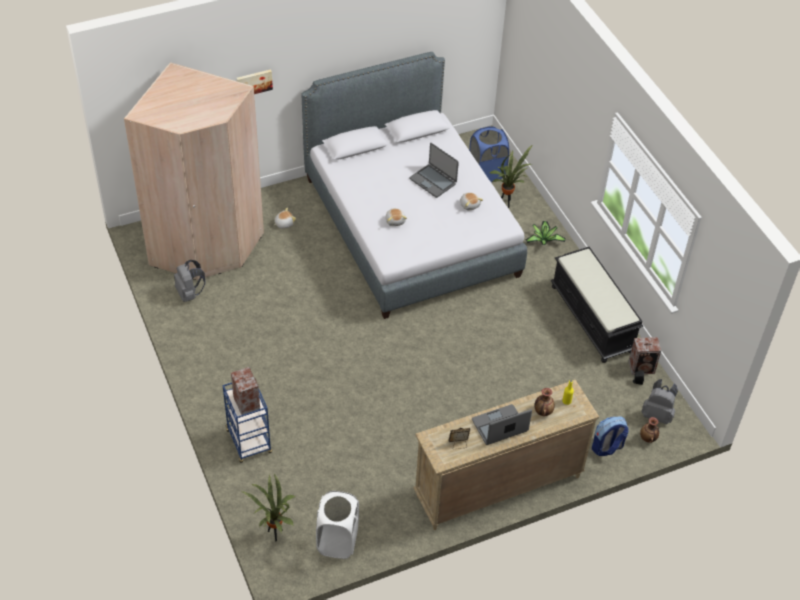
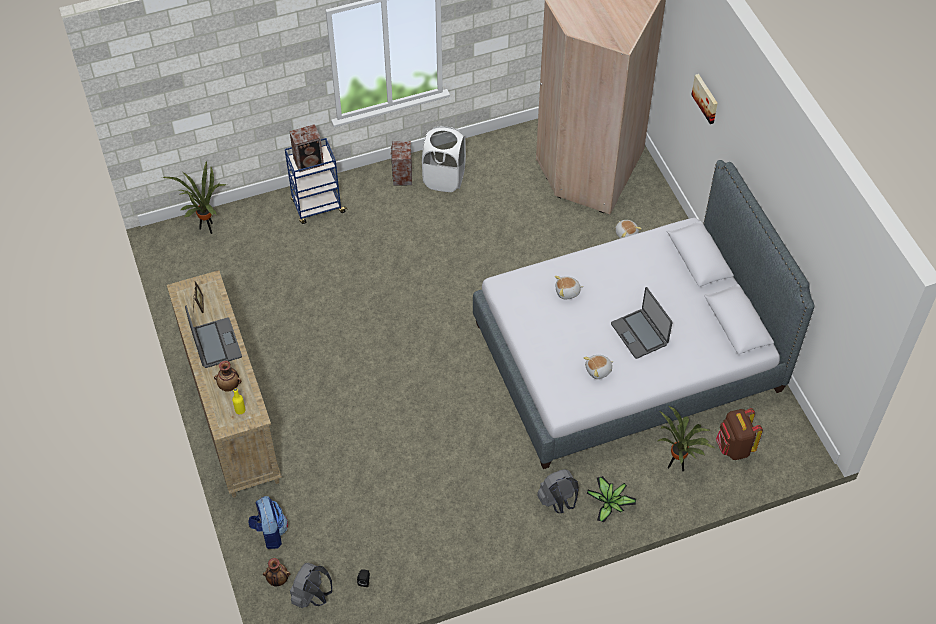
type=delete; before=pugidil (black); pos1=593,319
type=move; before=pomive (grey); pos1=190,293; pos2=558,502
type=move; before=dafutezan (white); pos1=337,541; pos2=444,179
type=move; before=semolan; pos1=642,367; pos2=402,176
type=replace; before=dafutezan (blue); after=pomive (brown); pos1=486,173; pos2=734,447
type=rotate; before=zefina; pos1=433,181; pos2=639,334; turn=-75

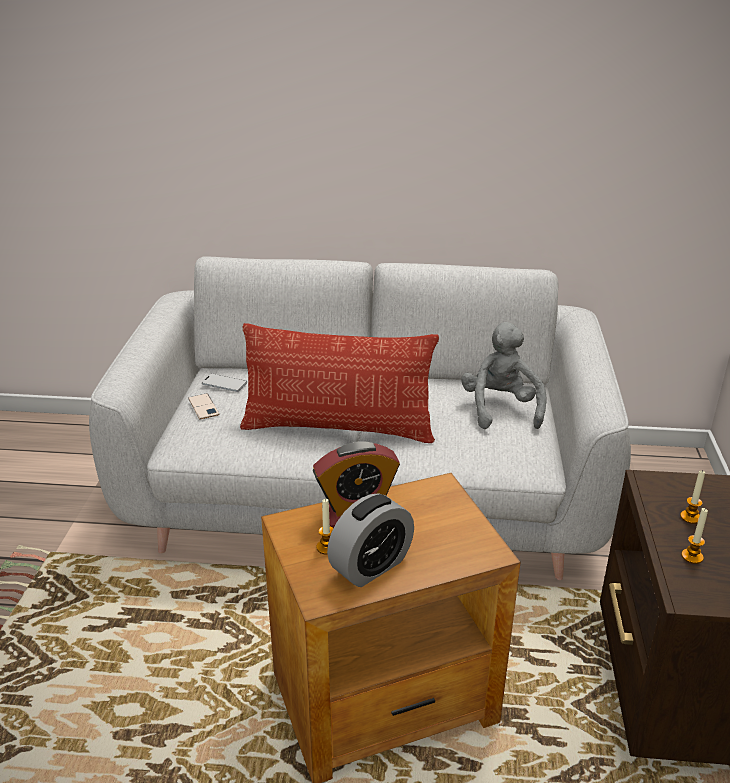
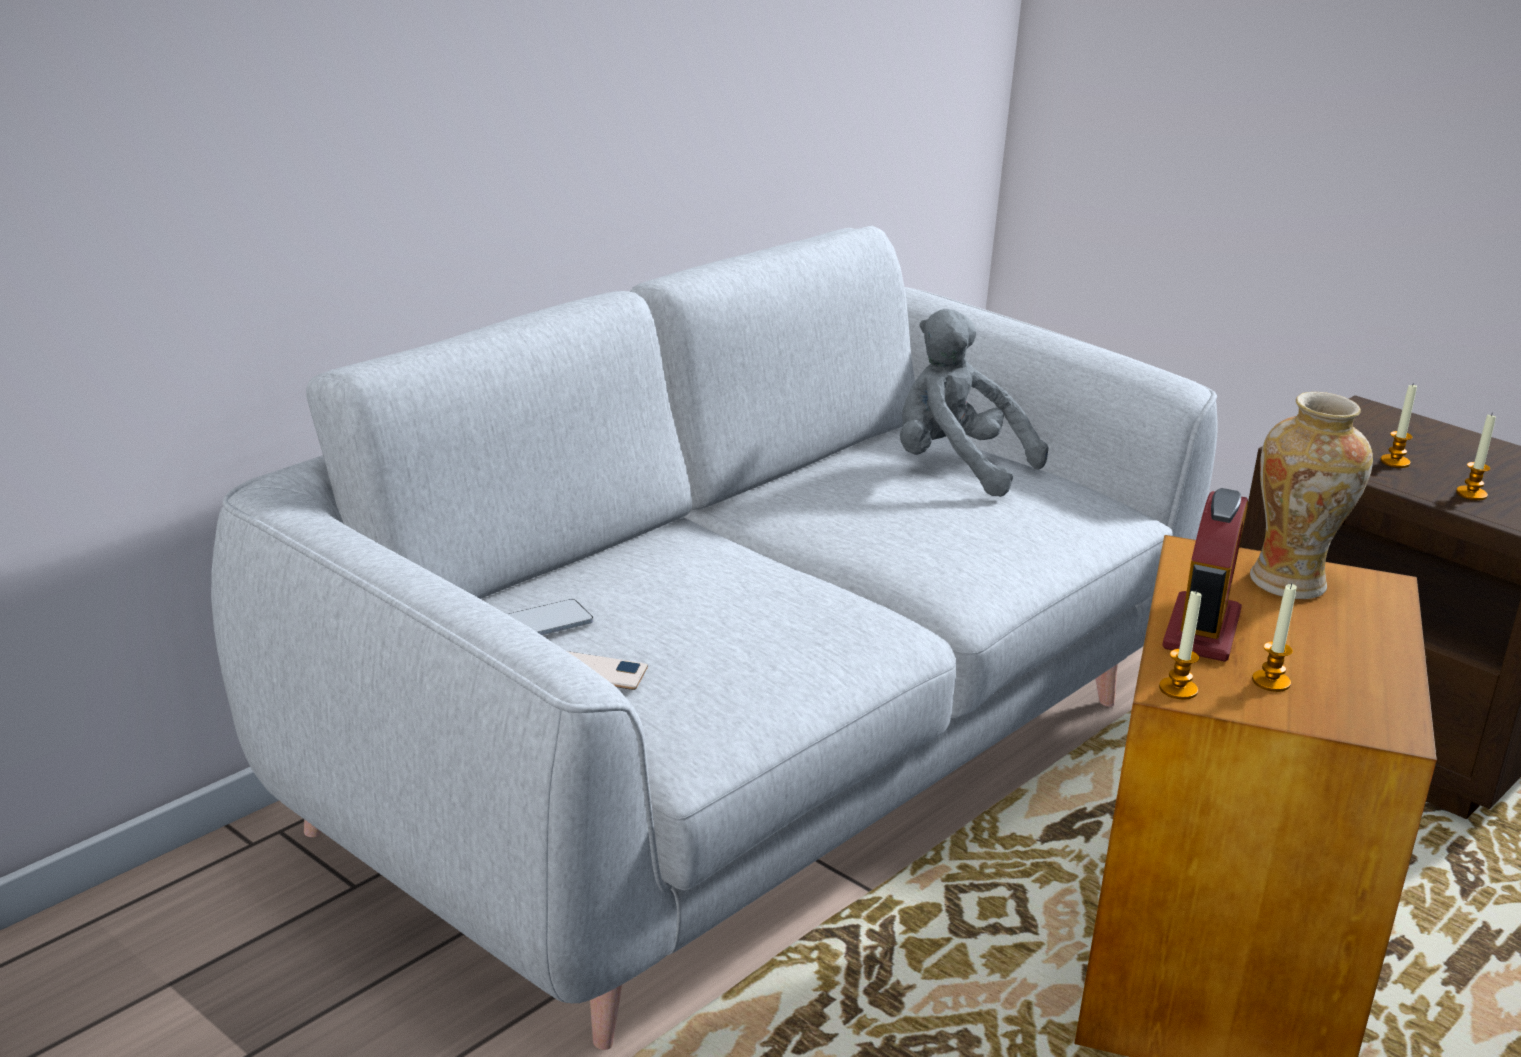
type=delete; before=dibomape; pos1=338,428
type=delete; before=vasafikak; pos1=371,566
type=insert; after=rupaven; pos2=1178,689
type=insert; after=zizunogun; pos2=1290,583

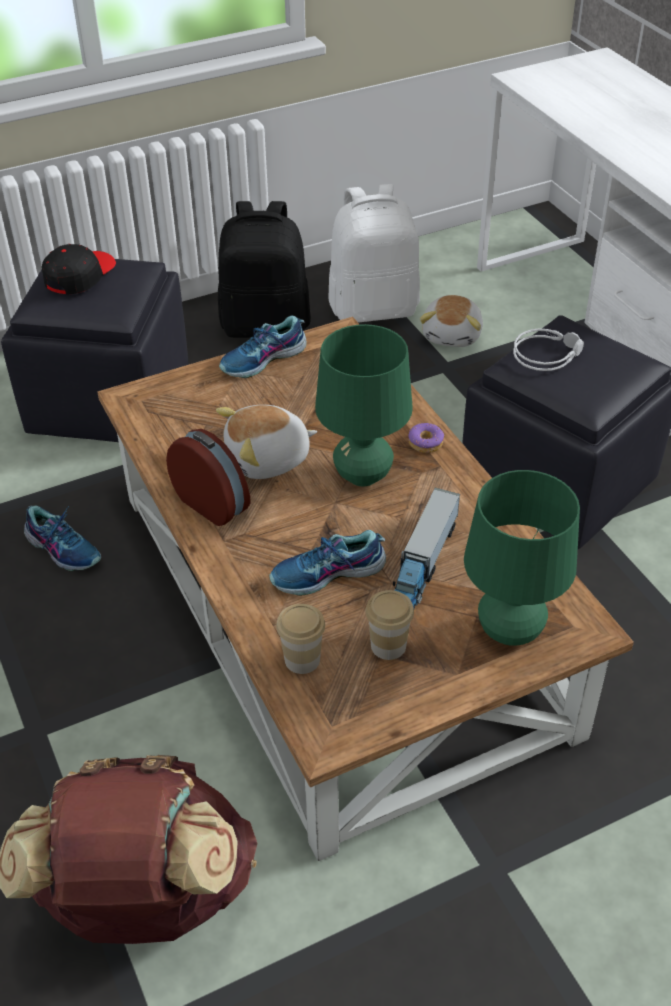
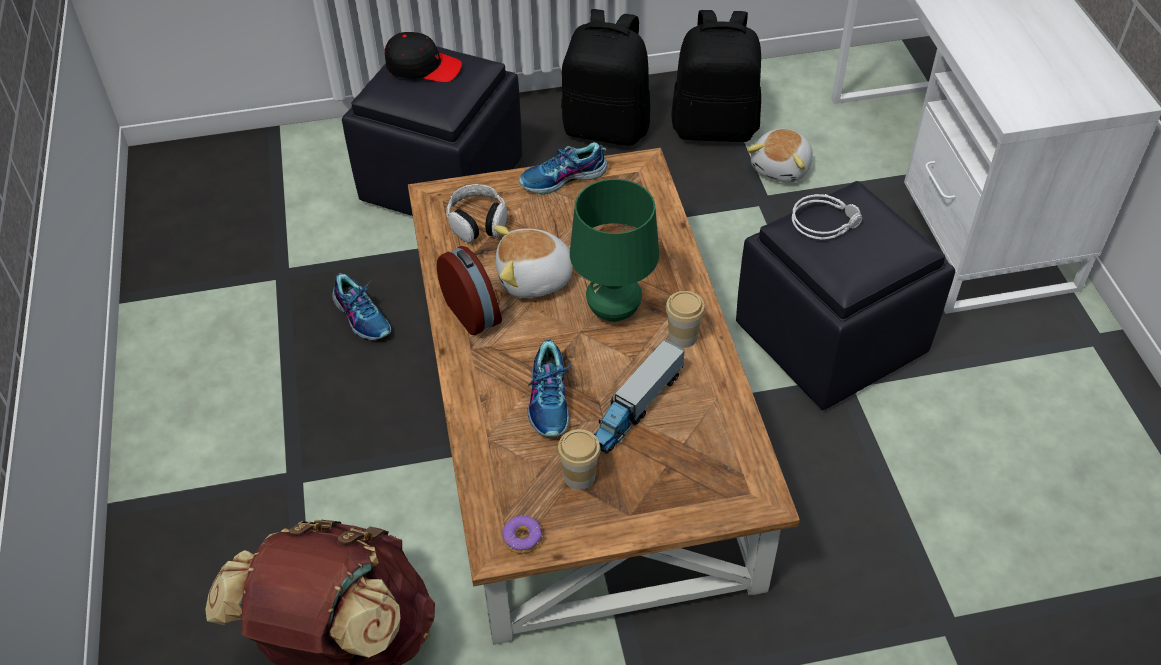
type=delete; before=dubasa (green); pos1=509,631
type=insert; after=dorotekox; pos2=478,222
type=move; before=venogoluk; pos1=302,659; pos2=683,336
type=move; before=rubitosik; pos1=426,443; pos2=523,539
type=recolor; before=pomive (white); after=pomive (black); pos1=374,308; pos2=715,127
type=rotate; before=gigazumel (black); pos1=79,276; pos2=423,67; turn=60
type=rotate; before=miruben; pos1=328,574; pos2=550,399; turn=-90

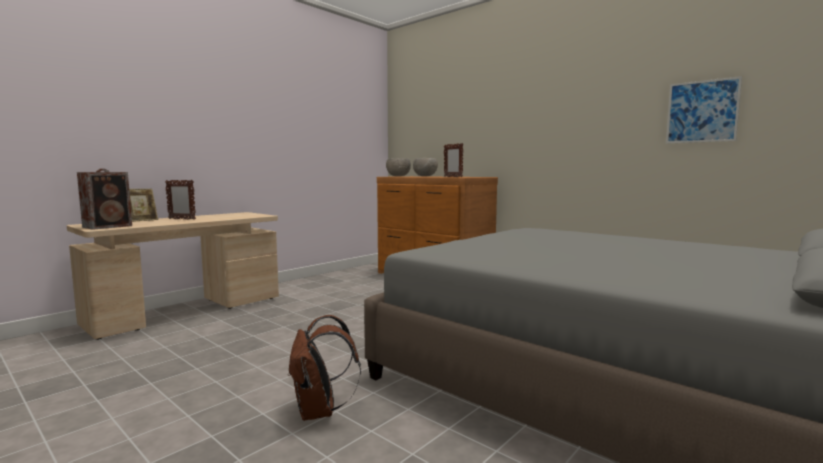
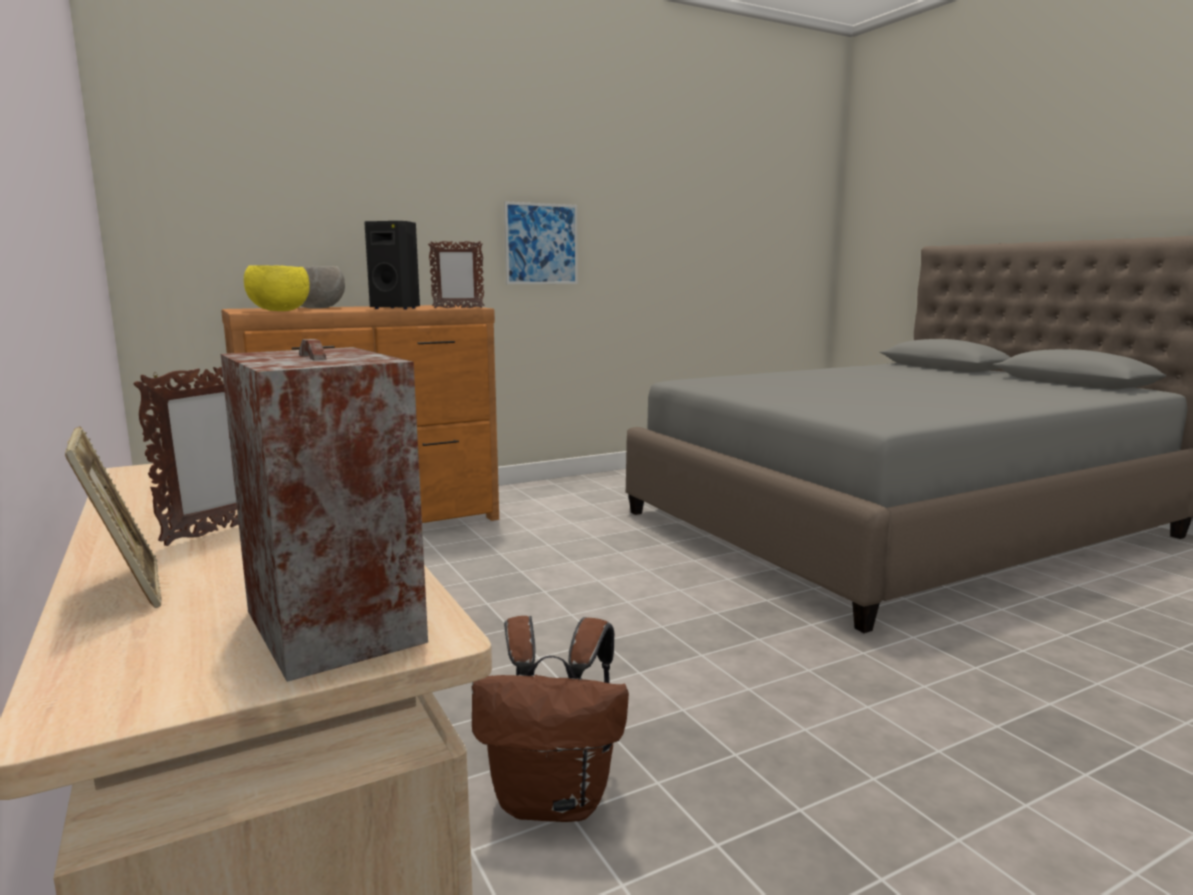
type=insert; after=semolan (black); pos2=397,308
type=move; before=pomive (brown); pos1=319,411; pos2=554,799
type=move; before=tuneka; pos1=702,111; pos2=541,244
type=recolor; before=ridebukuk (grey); after=ridebukuk (yellow); pos1=398,176; pos2=279,311

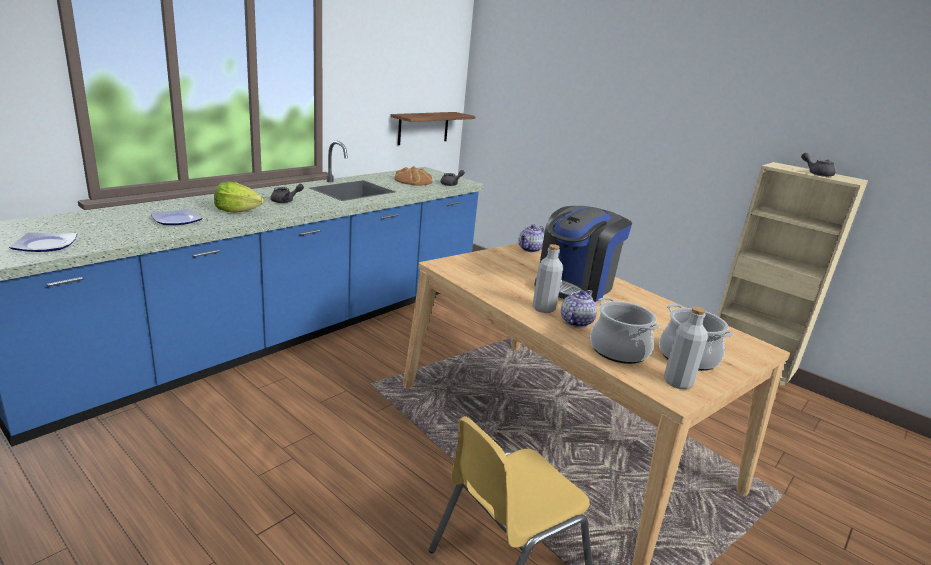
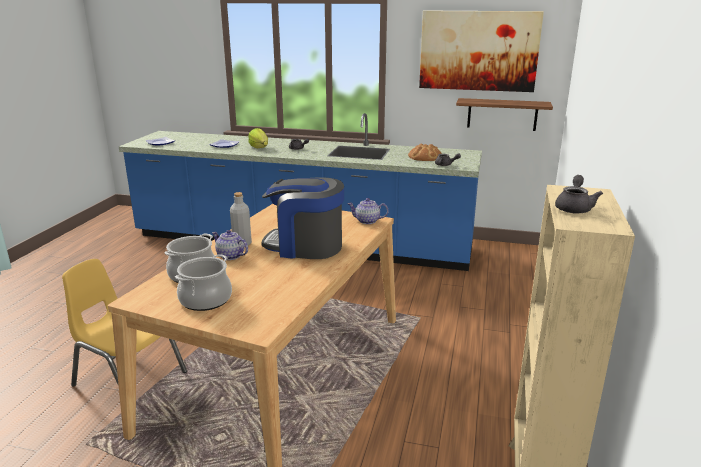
type=delete; before=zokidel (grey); pos1=678,382
type=insert; after=tuneka; pos2=478,51
type=rotate; before=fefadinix; pos1=576,321; pos2=230,256; turn=-150

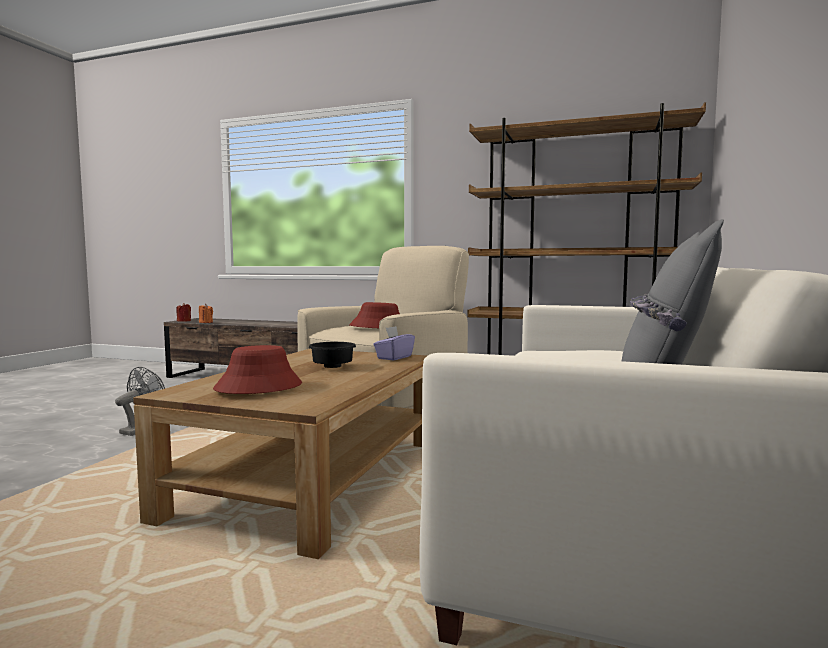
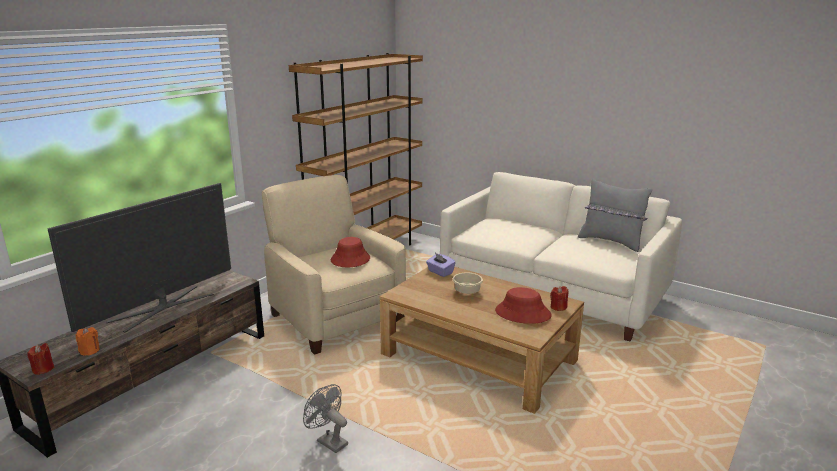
type=insert; after=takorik; pos2=162,307
type=insert; after=rupaven (red); pos2=558,307
type=recolor; before=ridebukuk (black); after=ridebukuk (beige); pos1=332,367; pos2=466,292

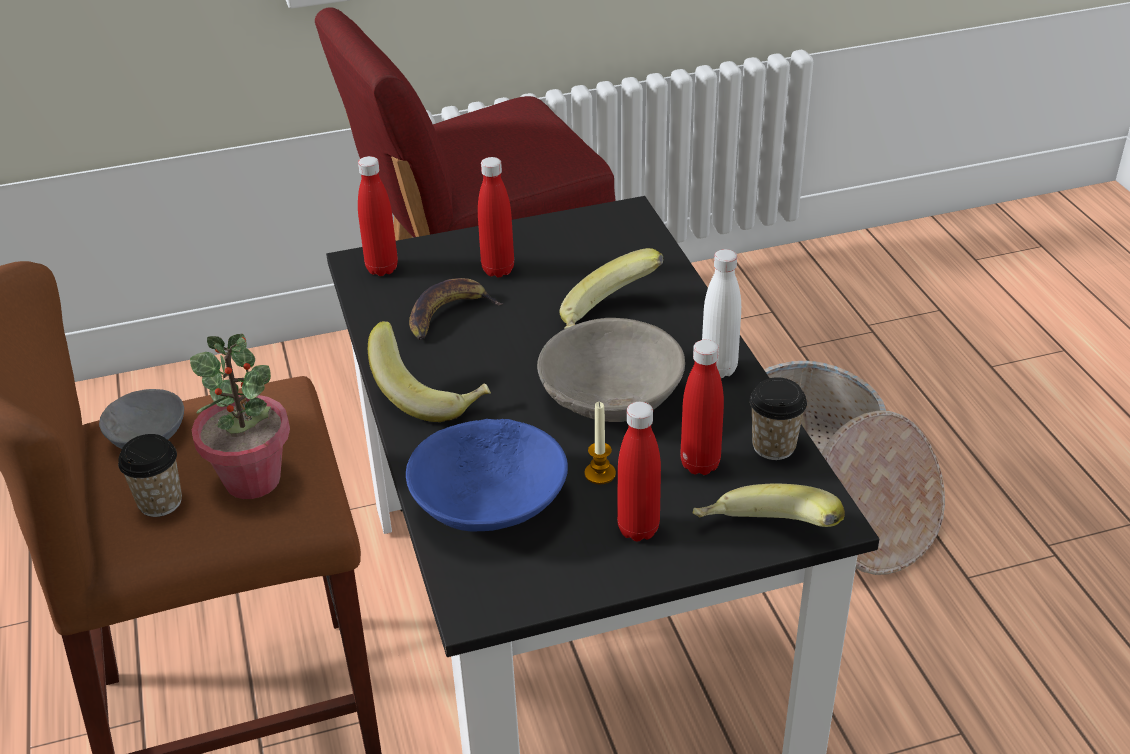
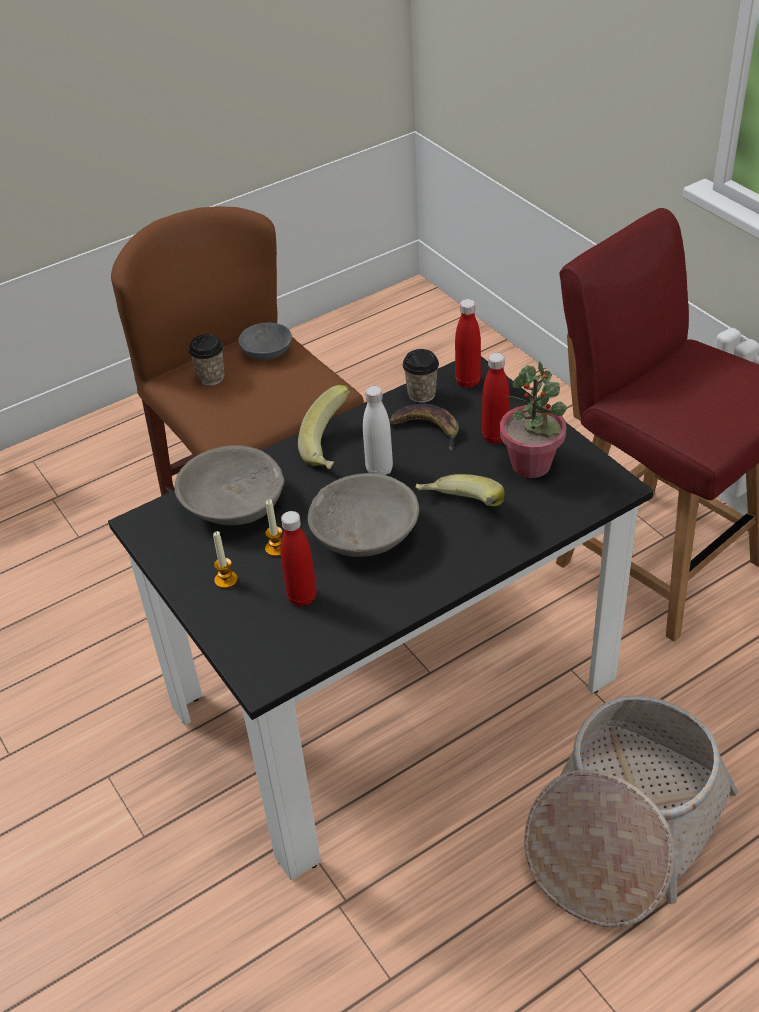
type=delete; before=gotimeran; pos1=764,539
type=move; before=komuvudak; pos1=253,479; pos2=531,465
type=move; before=zokidel (white); pos1=718,369; pos2=379,470
type=move; before=venogoluk; pos1=773,446; pos2=421,394
type=replace; before=zokidel (red); after=rupaven; pos1=638,529; pos2=226,580
type=recolor; before=ridebukuk (blue); after=ridebukuk (grey); pos1=489,502; pos2=233,504

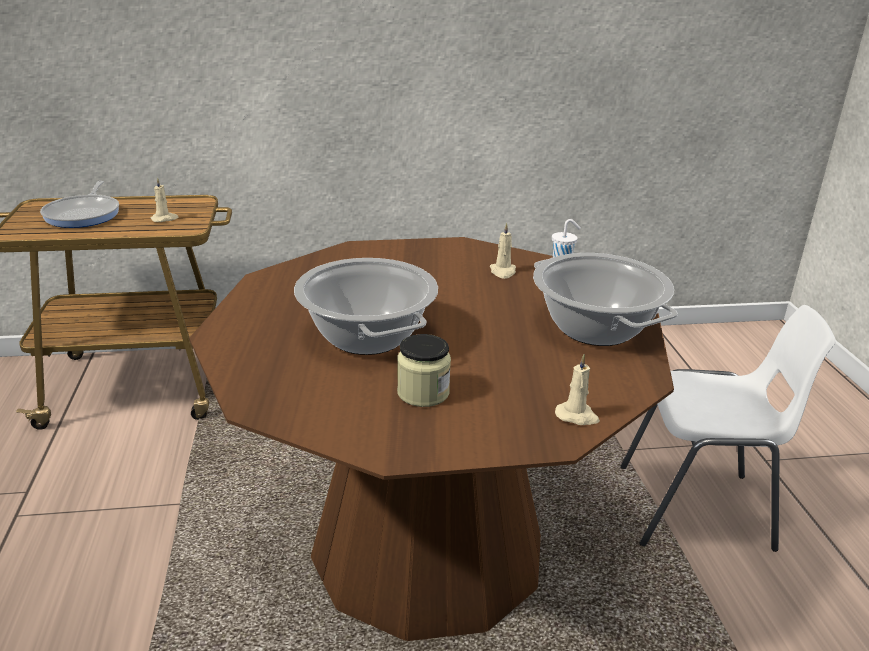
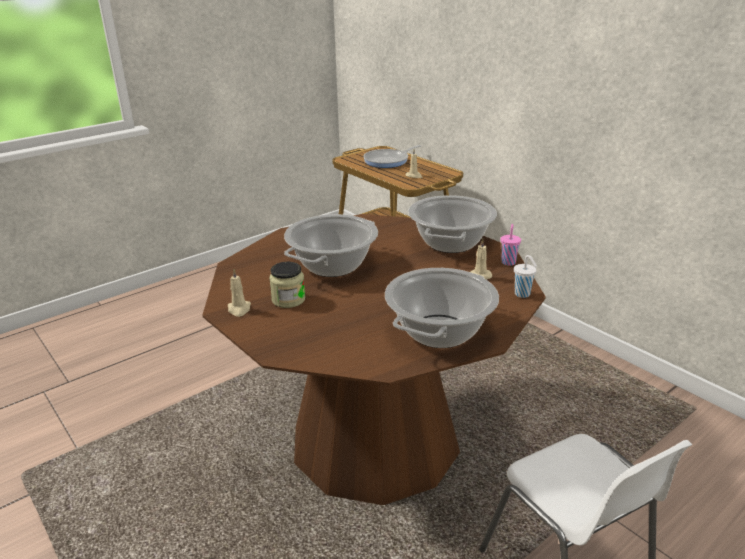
type=insert; after=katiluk; pos2=451,243
type=insert; after=venogoluk (pink); pos2=508,262
type=move; before=rupaven (beige); pos1=577,416; pos2=239,309

